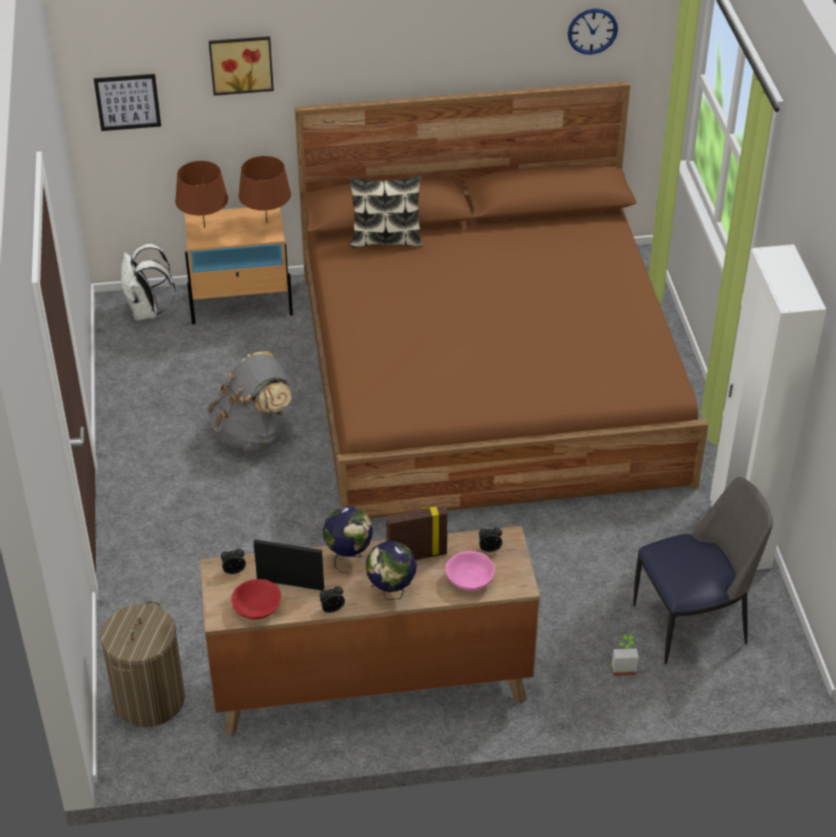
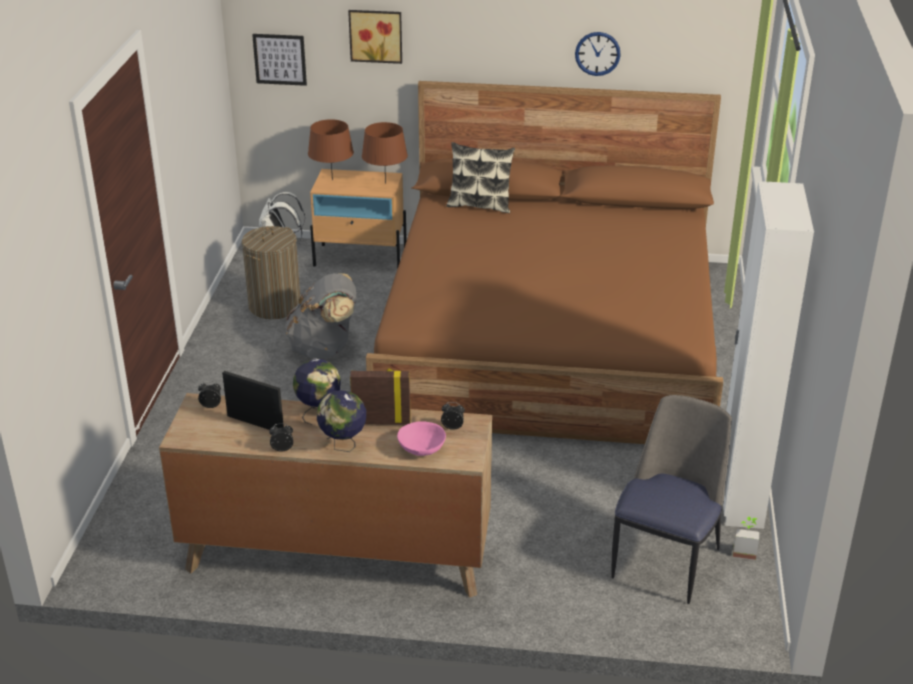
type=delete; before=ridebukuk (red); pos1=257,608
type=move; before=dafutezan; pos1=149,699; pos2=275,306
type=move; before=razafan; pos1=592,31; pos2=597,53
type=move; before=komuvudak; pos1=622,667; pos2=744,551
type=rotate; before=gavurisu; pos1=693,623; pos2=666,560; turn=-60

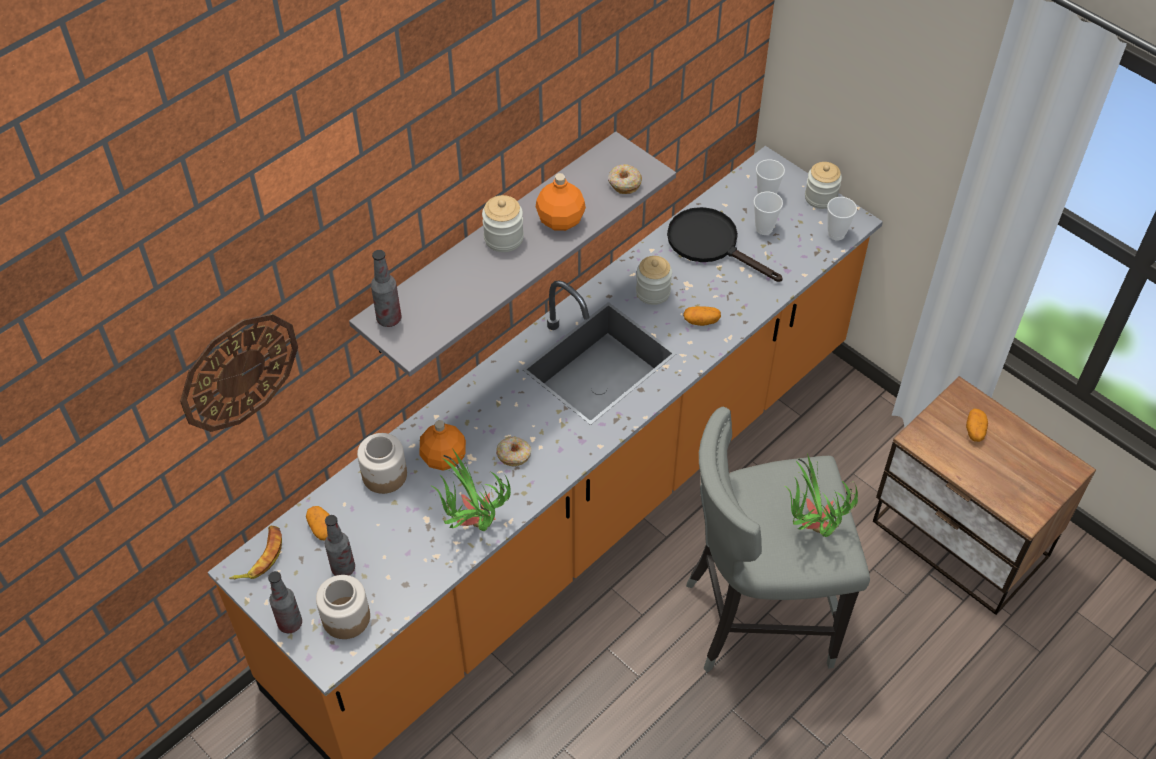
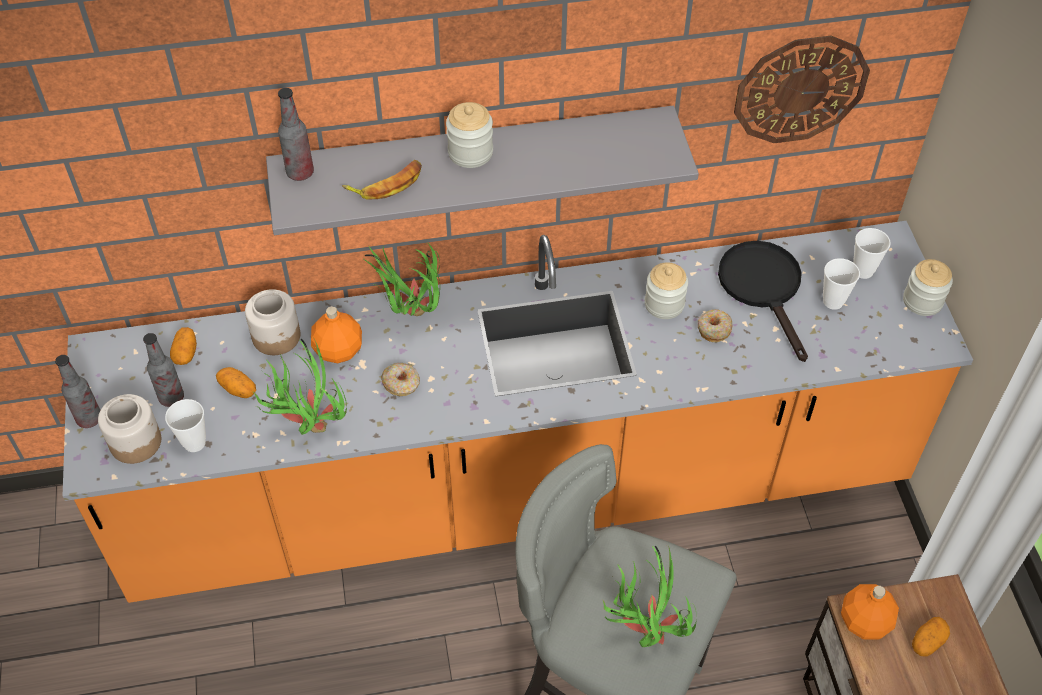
type=insert; after=komuvudak; pos2=411,318
type=move; before=razafan; pos1=238,371; pos2=800,89
type=move; before=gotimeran; pos1=260,556; pos2=387,184
type=move; before=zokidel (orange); pos1=560,220; pos2=864,621
type=move; before=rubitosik; pos1=624,183; pos2=713,329
type=move; before=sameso; pos1=701,321; pos2=238,389
type=move; before=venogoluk; pos1=836,234; pos2=194,443

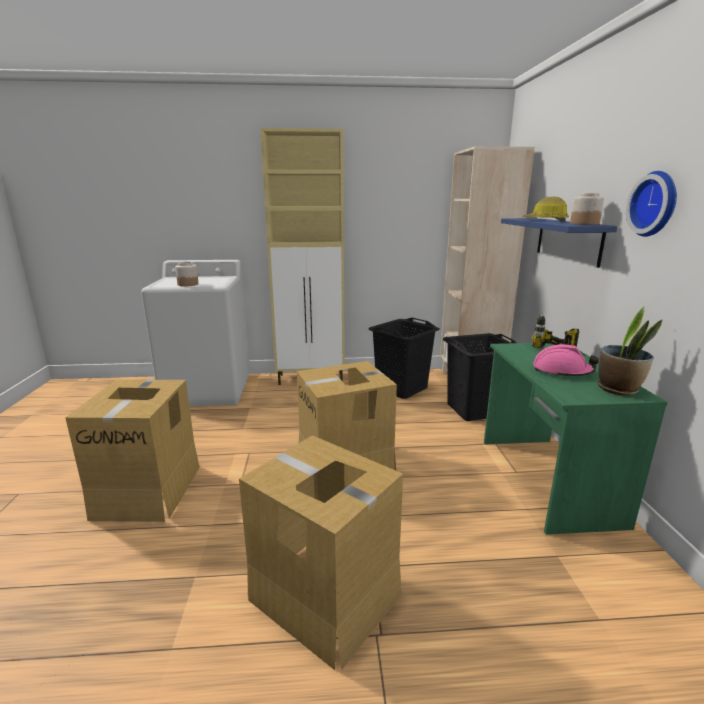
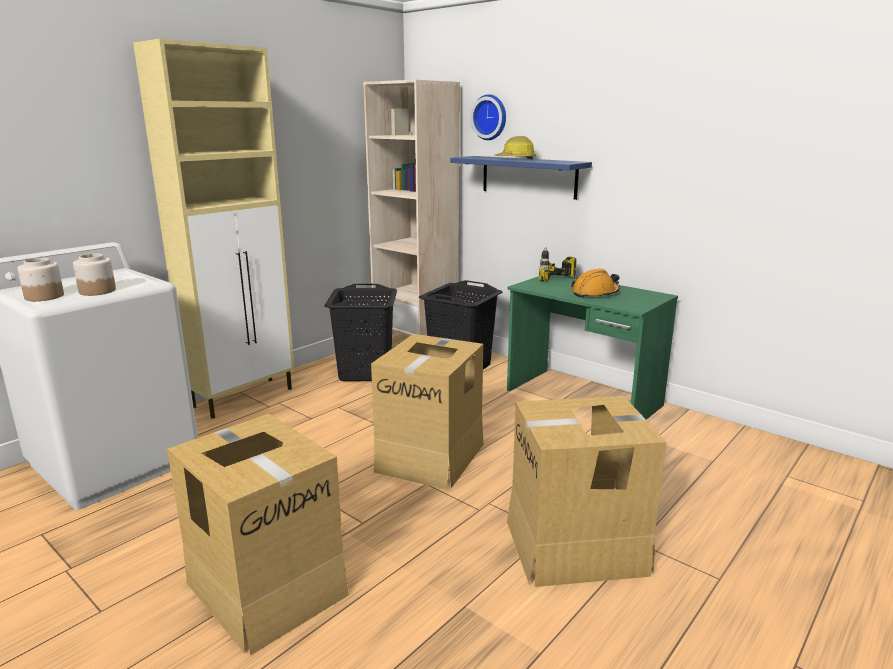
type=delete; before=komuvudak; pos1=618,389
type=move; before=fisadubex; pos1=584,224; pos2=44,296
type=move; before=razafan; pos1=656,204; pos2=490,117
type=recolor; before=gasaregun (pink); after=gasaregun (orange); pos1=562,371; pos2=595,293

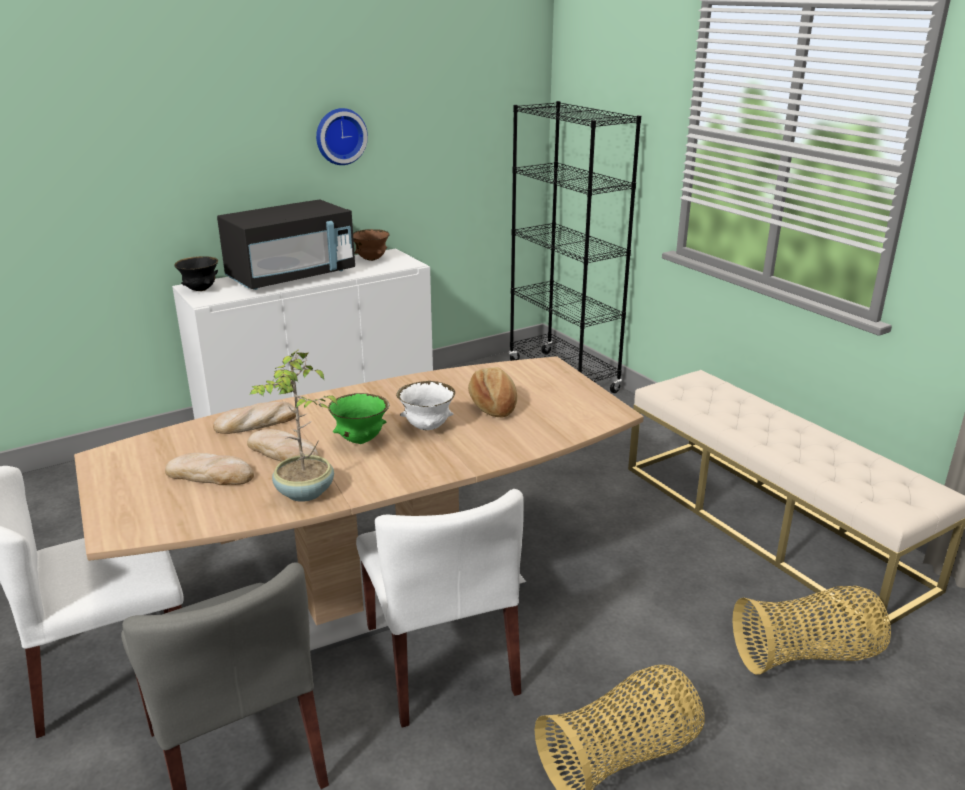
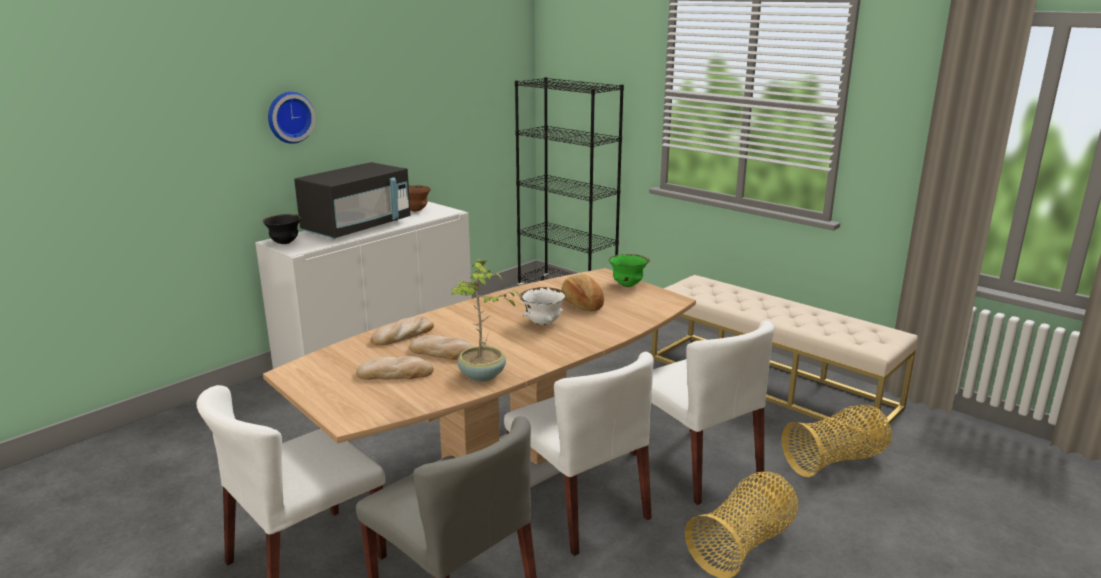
type=insert; after=gavurisu (white); pos2=696,465
type=move; before=razafan; pos1=340,136; pos2=289,117
type=move; before=ridebukuk (green); pos1=360,440; pos2=628,285

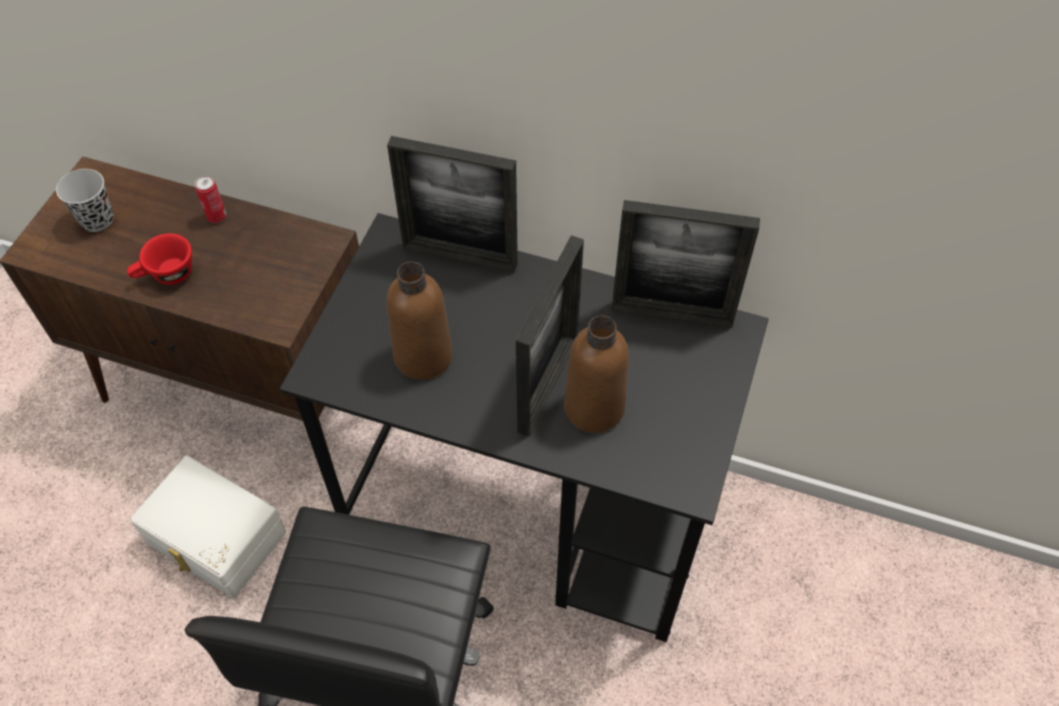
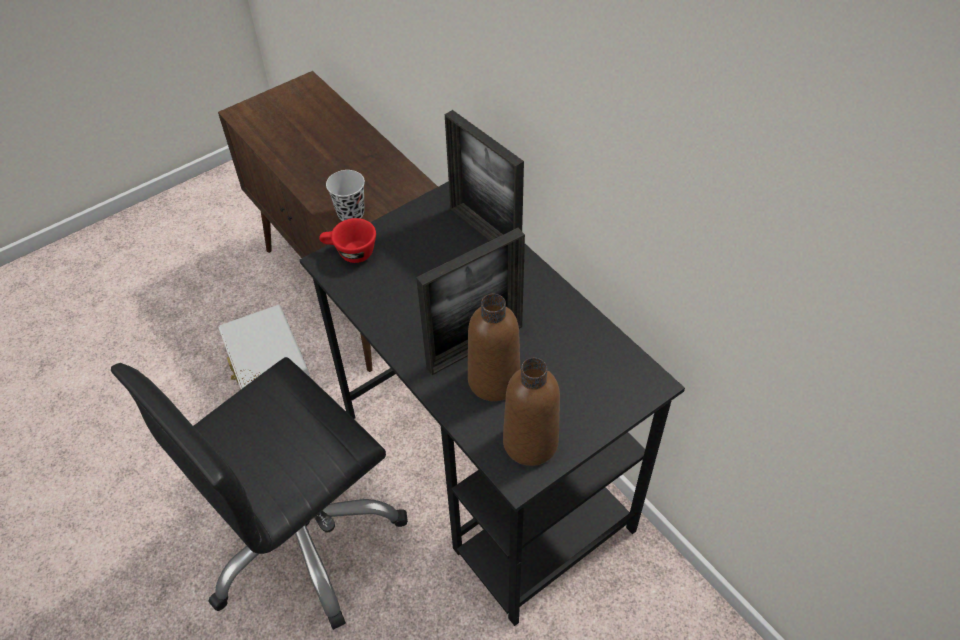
type=delete; before=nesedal; pos1=217,217
type=delete; before=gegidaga; pos1=672,314
type=move; before=venogoluk (black); pos1=97,220; pos2=351,213
type=move; before=venogoluk (red); pos1=166,275; pos2=350,253
type=move; before=zokidel (brown); pos1=423,356; pos2=530,442

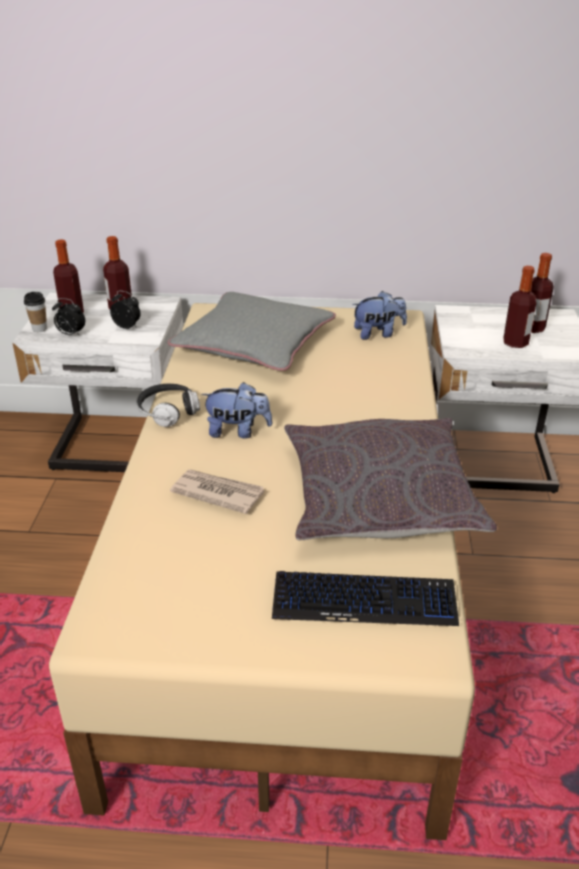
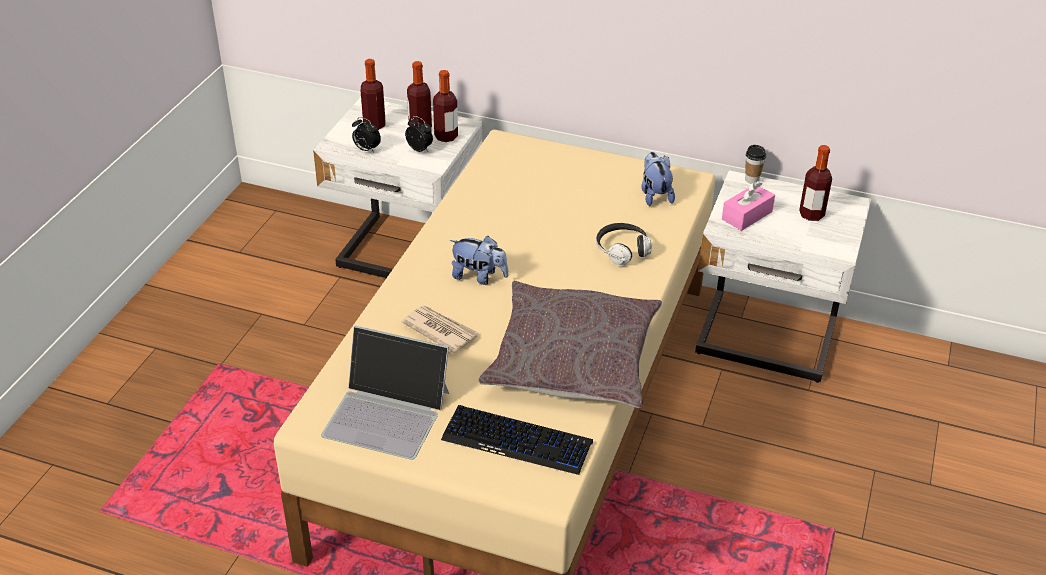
type=delete; before=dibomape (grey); pos1=254,342
type=insert; after=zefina; pos2=387,413
type=insert; after=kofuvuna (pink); pos2=747,215
type=move; before=venogoluk; pos1=39,329; pos2=752,180
type=move; before=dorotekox; pos1=168,412; pos2=622,250
type=move; before=zokidel; pos1=515,343; pos2=446,137
type=rotate; before=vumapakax; pos1=378,334; pos2=655,195; turn=-105

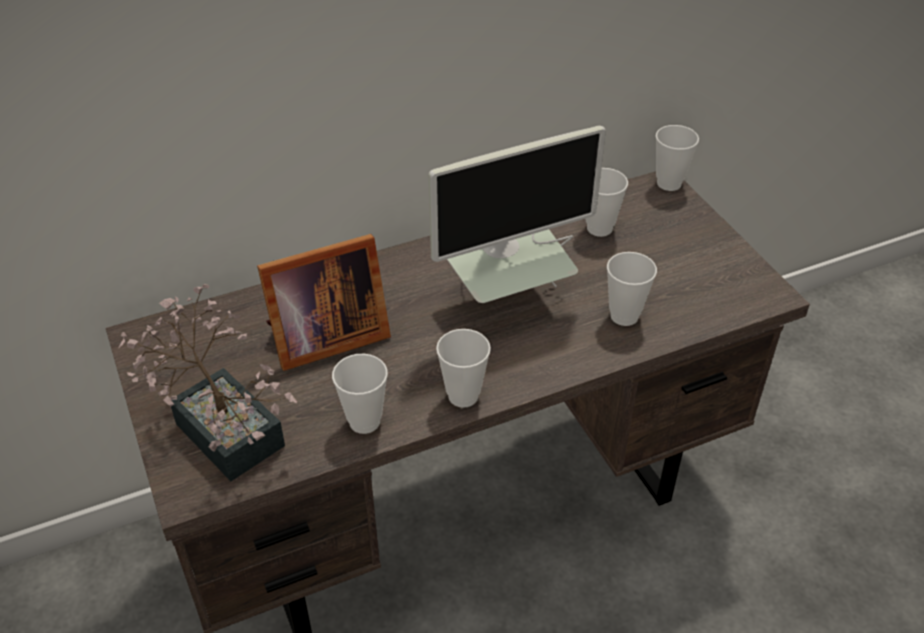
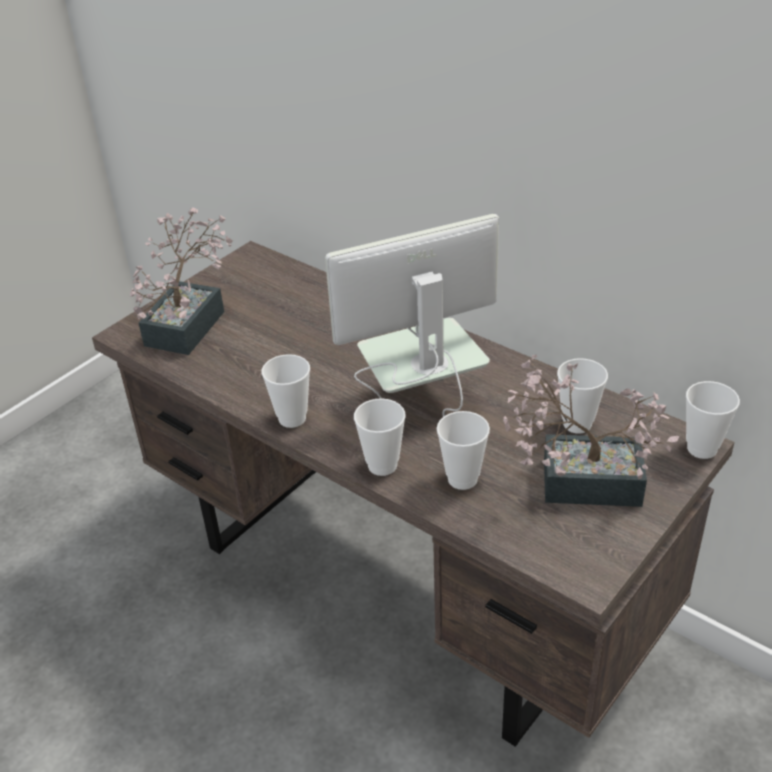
type=delete; before=gegidaga; pos1=323,338
type=insert; after=komuvudak; pos2=578,481
type=move; before=venogoluk; pos1=364,421; pos2=382,465
type=rotate; before=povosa; pos1=507,302; pos2=422,403; turn=120

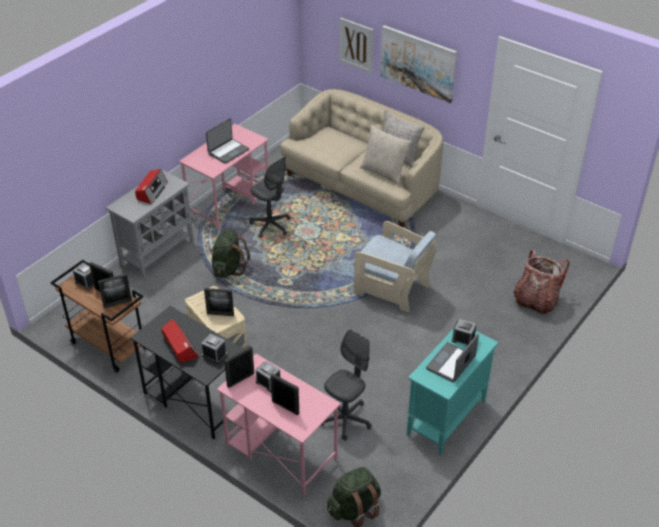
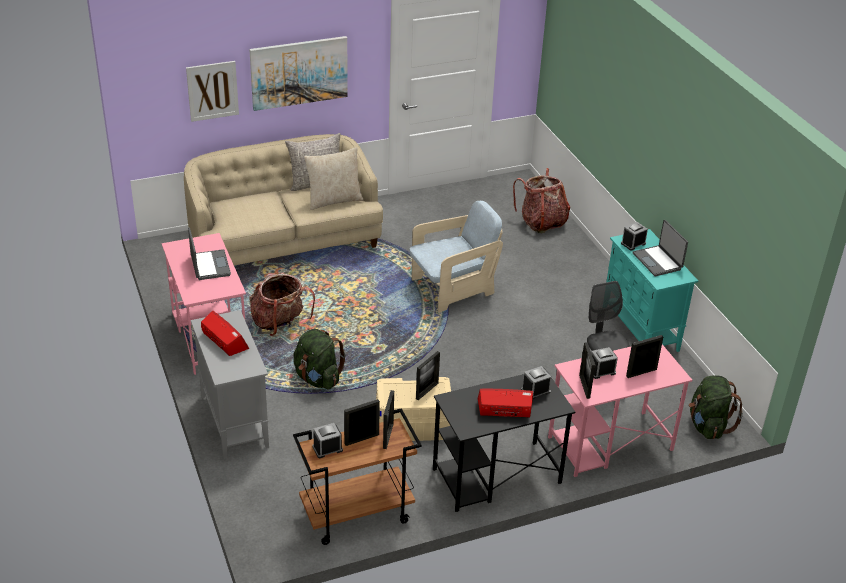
type=replace; before=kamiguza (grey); after=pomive; pos1=270,225; pos2=279,323

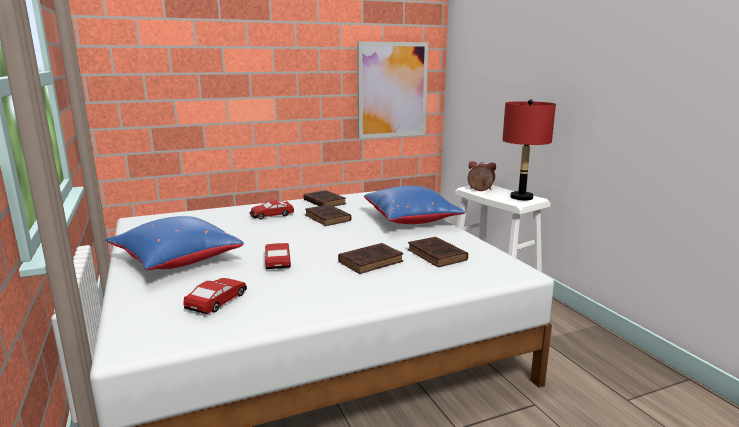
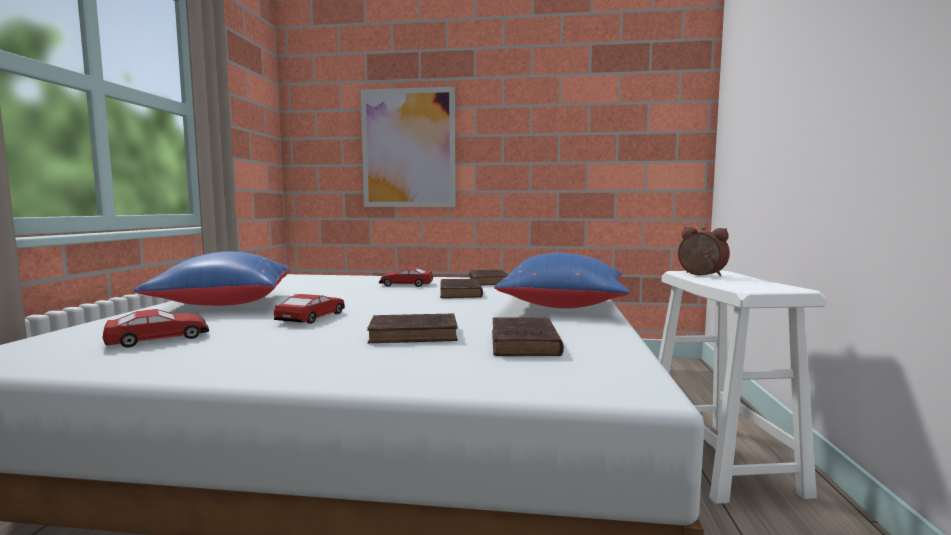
type=delete; before=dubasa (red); pos1=521,197
type=move; before=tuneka; pos1=392,90; pos2=408,148

